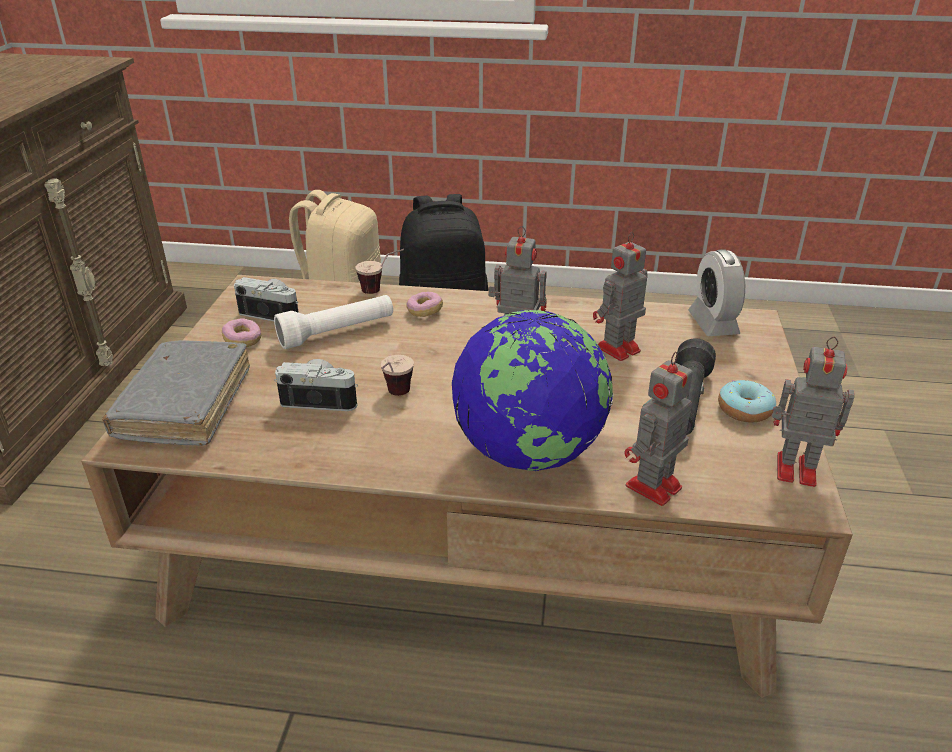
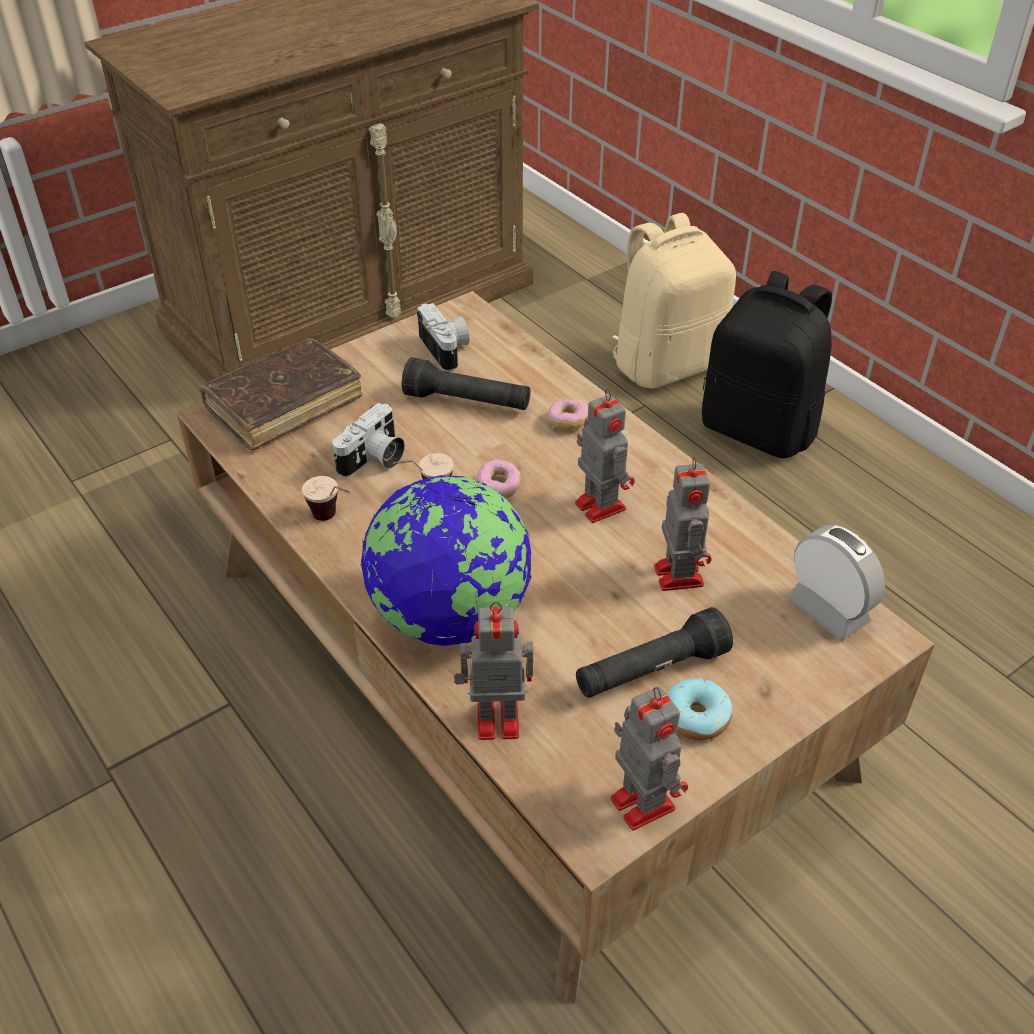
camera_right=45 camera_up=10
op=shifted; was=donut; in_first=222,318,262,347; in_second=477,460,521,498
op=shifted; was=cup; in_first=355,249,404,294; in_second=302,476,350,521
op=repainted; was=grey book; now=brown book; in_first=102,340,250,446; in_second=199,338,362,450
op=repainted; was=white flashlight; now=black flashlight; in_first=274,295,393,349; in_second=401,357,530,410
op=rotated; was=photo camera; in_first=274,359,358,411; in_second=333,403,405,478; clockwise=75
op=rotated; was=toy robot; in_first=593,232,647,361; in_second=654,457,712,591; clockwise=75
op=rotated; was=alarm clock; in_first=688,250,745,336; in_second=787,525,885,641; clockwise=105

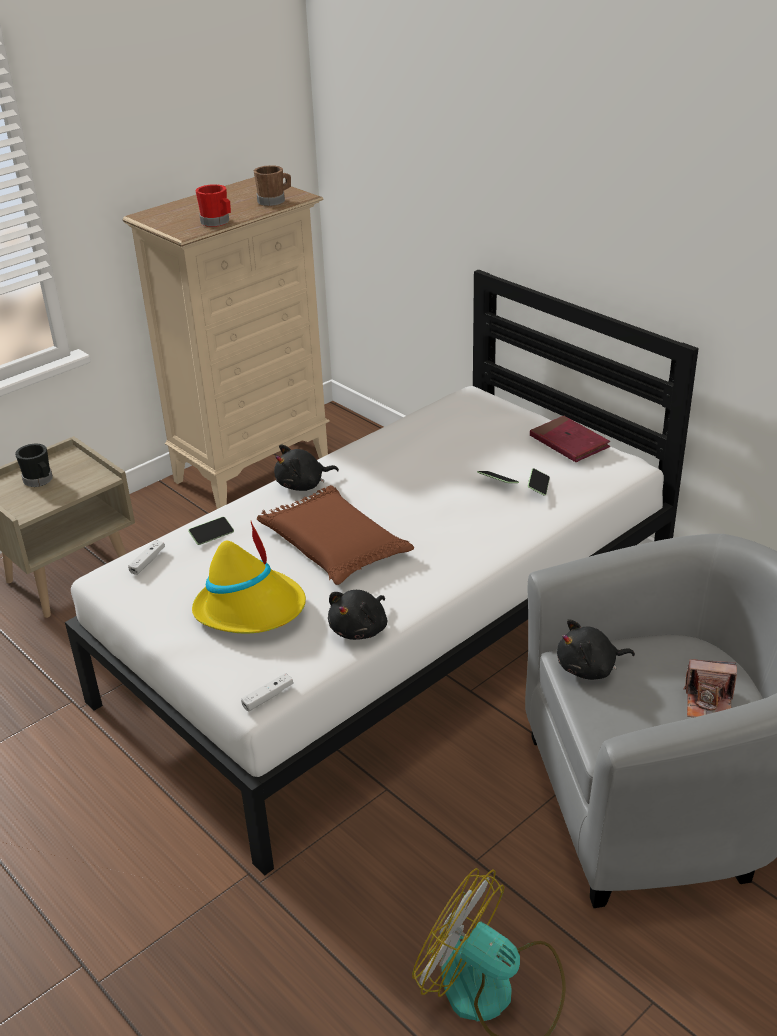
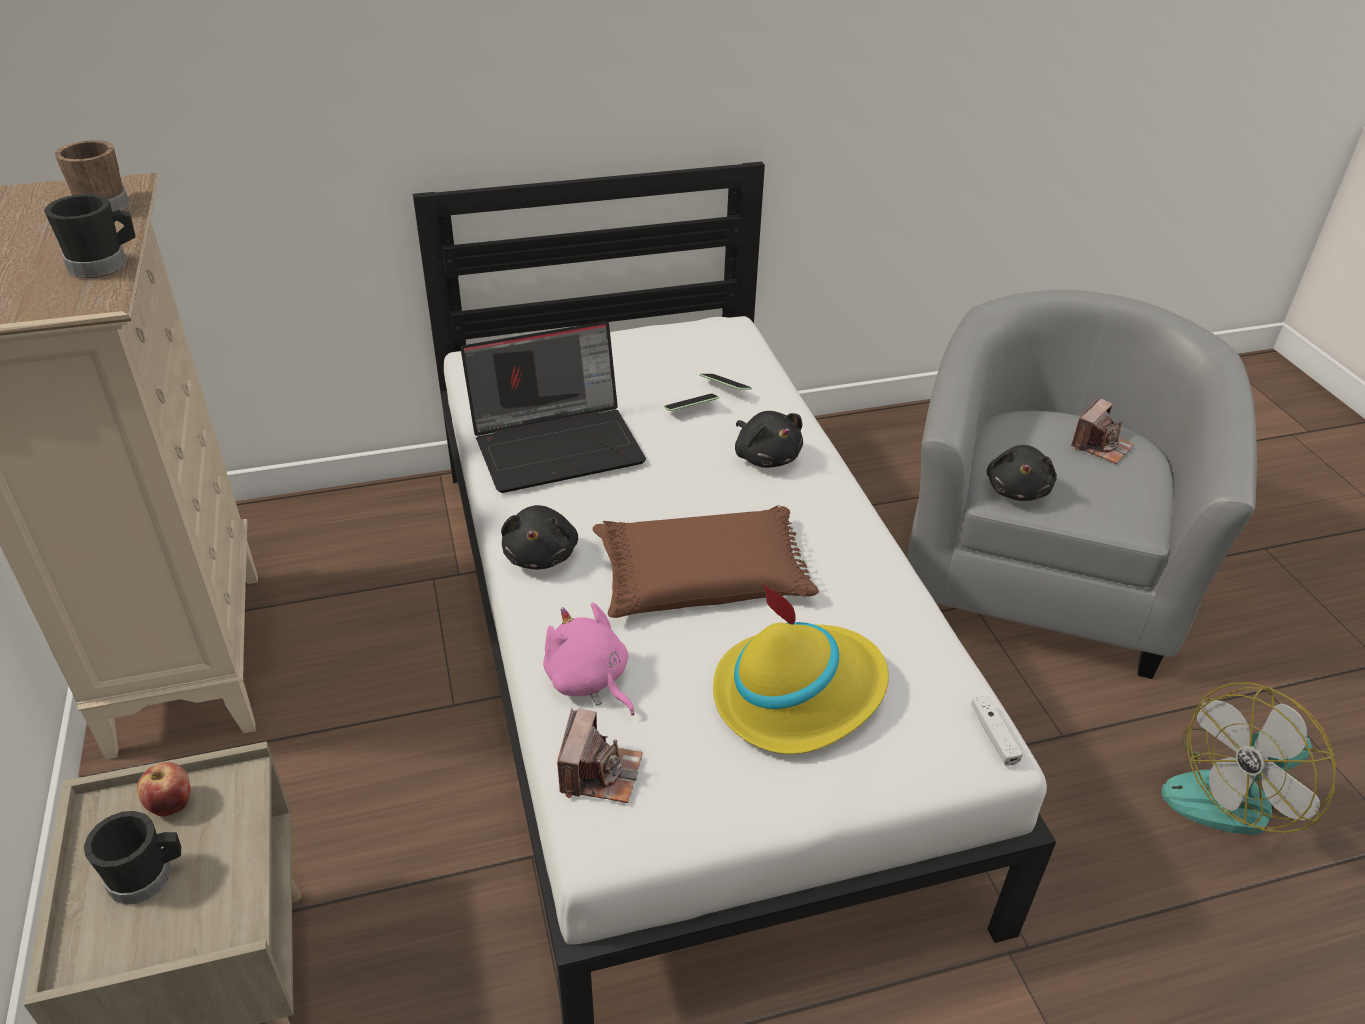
camera_right=-65 camera_up=5
op=gone; was=red book; in_first=530,416,610,462
op=new; now=apple; in_second=137,762,191,817
op=new; now=laptop; in_second=461,321,646,493
op=shifted; was=black plush toy; in_first=328,590,387,640; in_second=735,411,803,468
op=swapped; was=white game controller; now=photo camera; in_first=128,540,165,575; in_second=557,708,643,803
op=swapped; was=phone; now=pink plush toy; in_first=188,517,234,545; in_second=543,602,635,716
op=repainted; was=red mug; now=black mug; in_first=195,184,231,227; in_second=44,194,135,278

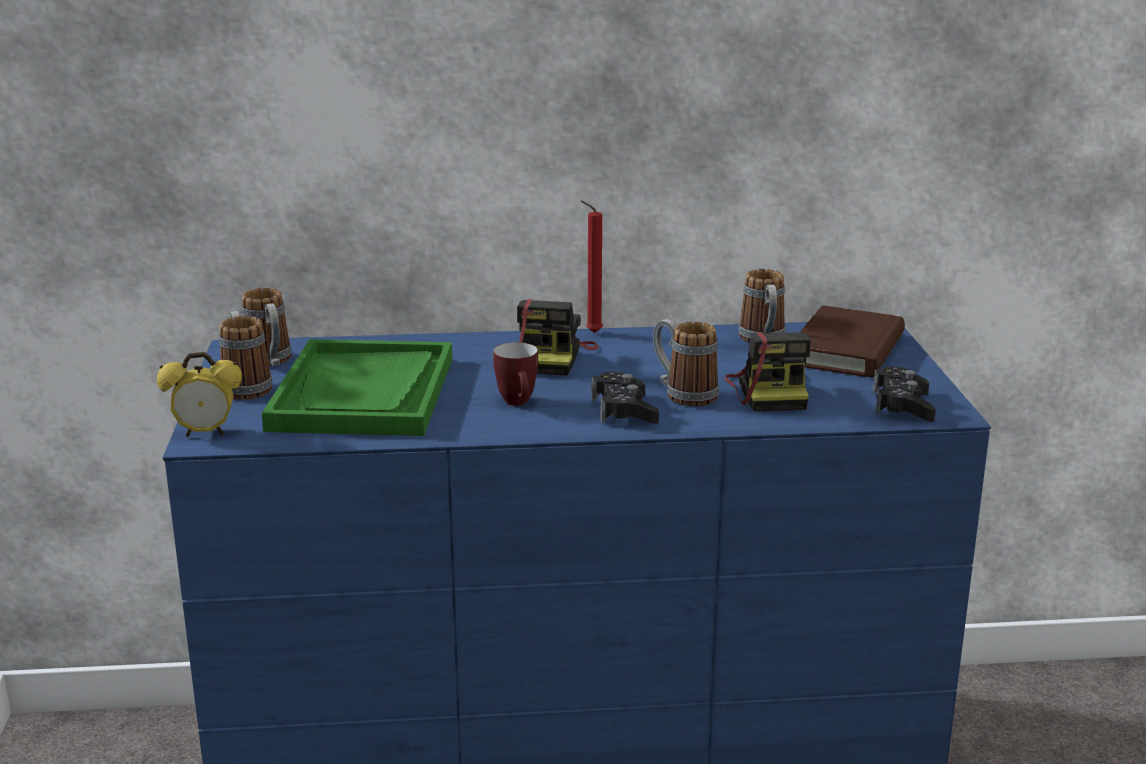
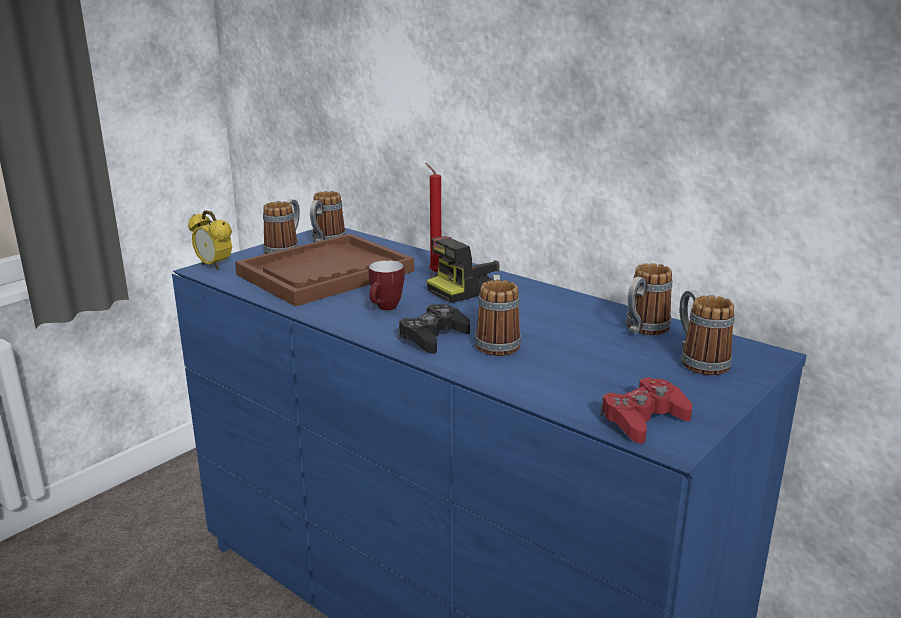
camera_right=45 camera_up=0
op=gone; was=photo camera; in_first=725,332,811,412
op=shifted; was=red candle; in_first=581,200,603,333; in_second=425,163,441,272
op=swapped; was=brown book; now=mug; in_first=800,305,905,378; in_second=680,290,735,375
op=repainted; was=green tray; now=brown tray; in_first=262,339,452,436; in_second=235,234,414,307
op=repainted; was=black game controller; now=red game controller; in_first=873,366,936,422; in_second=600,377,692,444

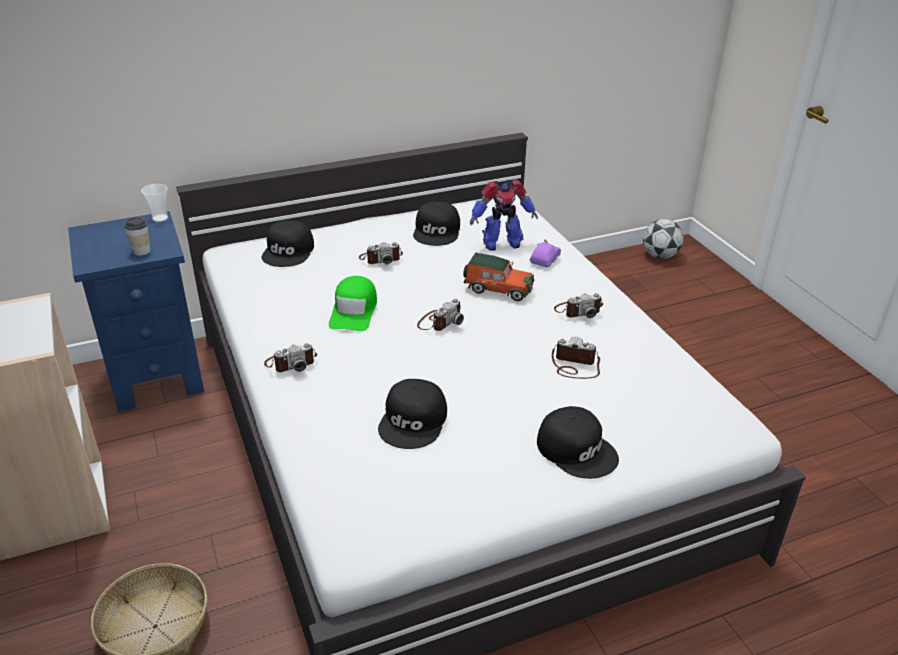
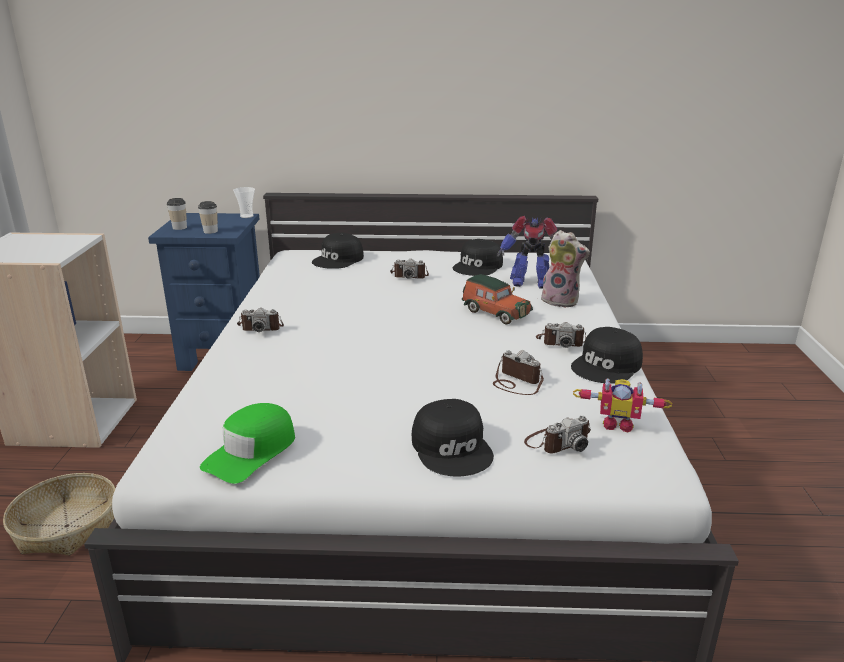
camera_right=25 camera_up=-10
op=gone; was=football; in_first=643,219,684,259
op=new; now=cup; in_second=167,198,187,230
op=new; now=toy robot; in_second=573,378,673,432
op=shifted; was=green cap; in_first=329,276,377,331; in_second=200,403,295,484
op=shifted; was=black cap; in_first=378,379,447,449; in_second=571,327,643,384
op=shifted; was=photo camera; in_first=417,299,464,331; in_second=524,416,591,454
op=swapped; was=purple toy car; now=plush toy; in_first=530,239,561,268; in_second=539,230,590,308

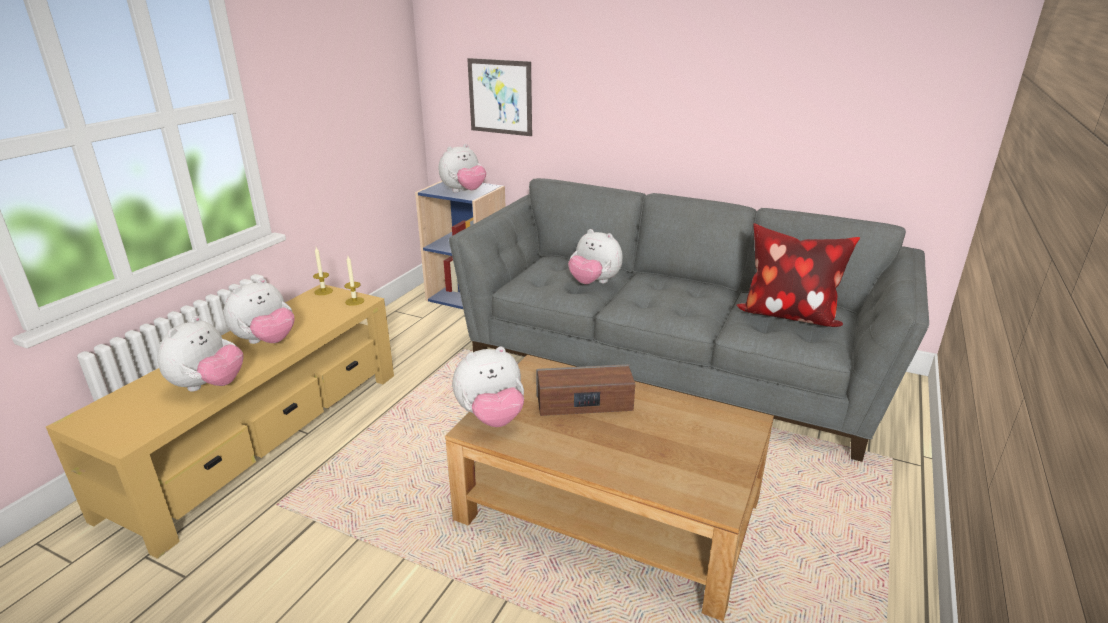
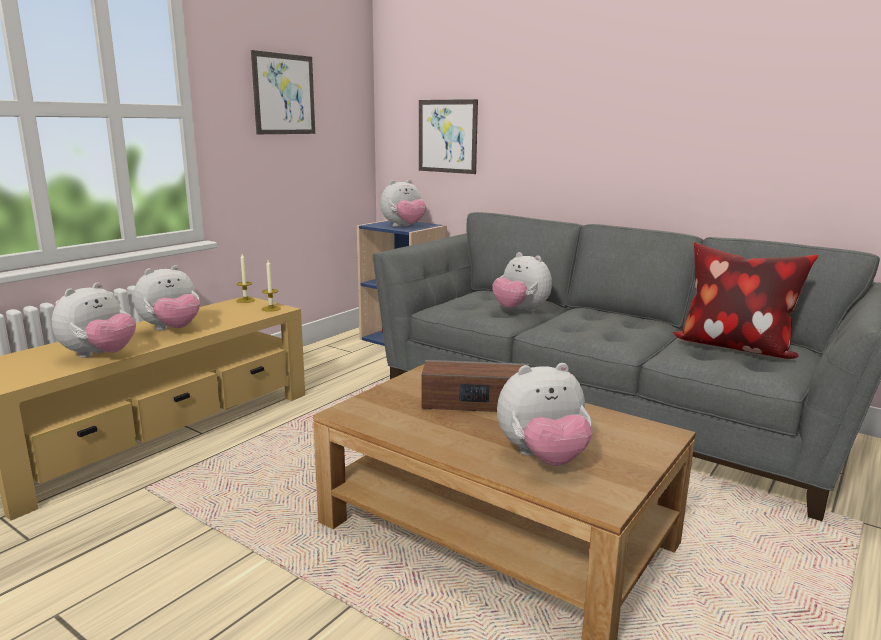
camera_right=10 camera_up=-10
op=new; now=picture; in_second=251,50,315,134
op=shifted; was=plush toy; in_first=452,347,524,427; in_second=497,363,593,466

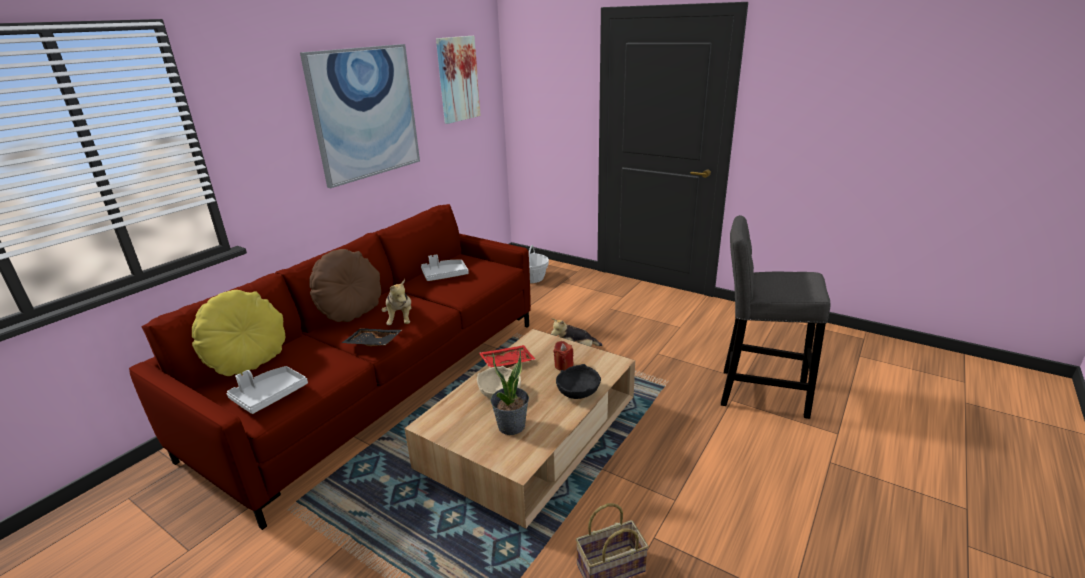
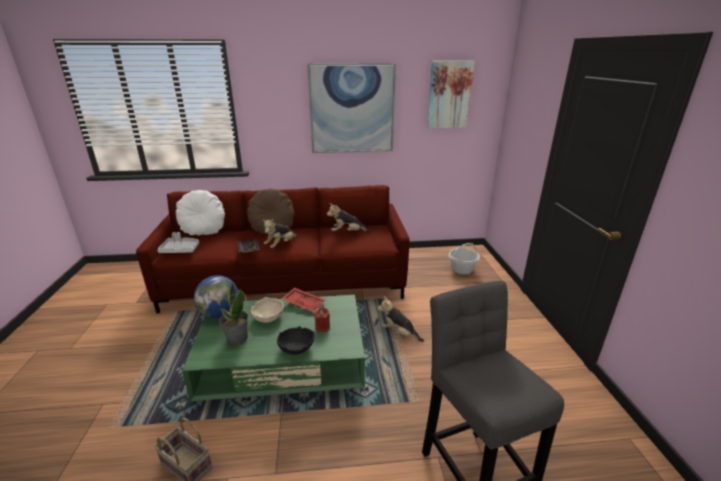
camera_right=50 camera_up=0
op=new; now=globe; in_second=194,275,238,318
op=swapped; was=grey tray; now=plush toy; in_first=421,254,469,281; in_second=327,203,370,232
op=repainted; was=yellow pillow; now=white pillow; in_first=192,290,285,376; in_second=176,190,225,236
op=repainted; was=brown coffee table; now=green coffee table; in_first=404,329,635,528; in_second=182,295,365,401

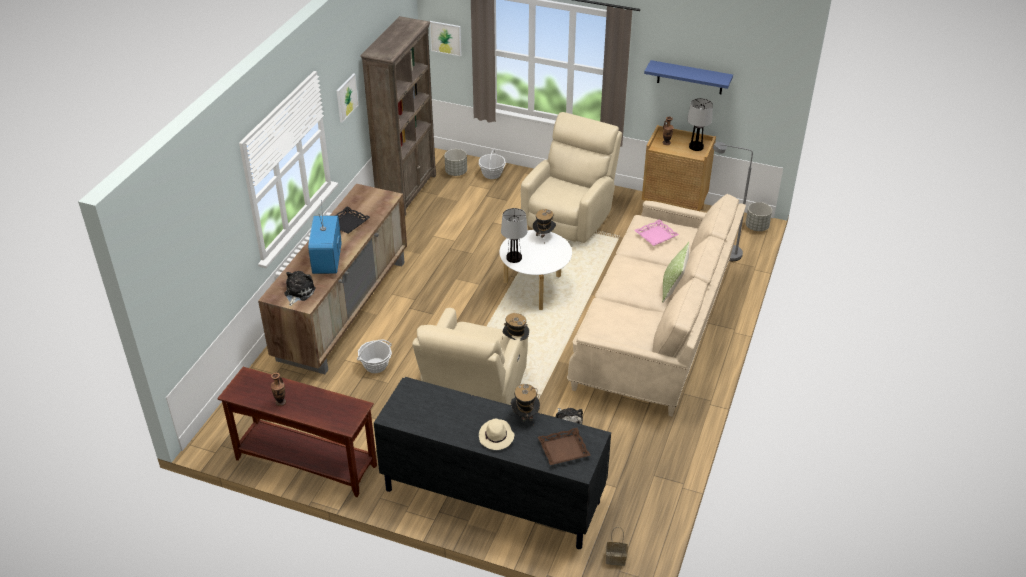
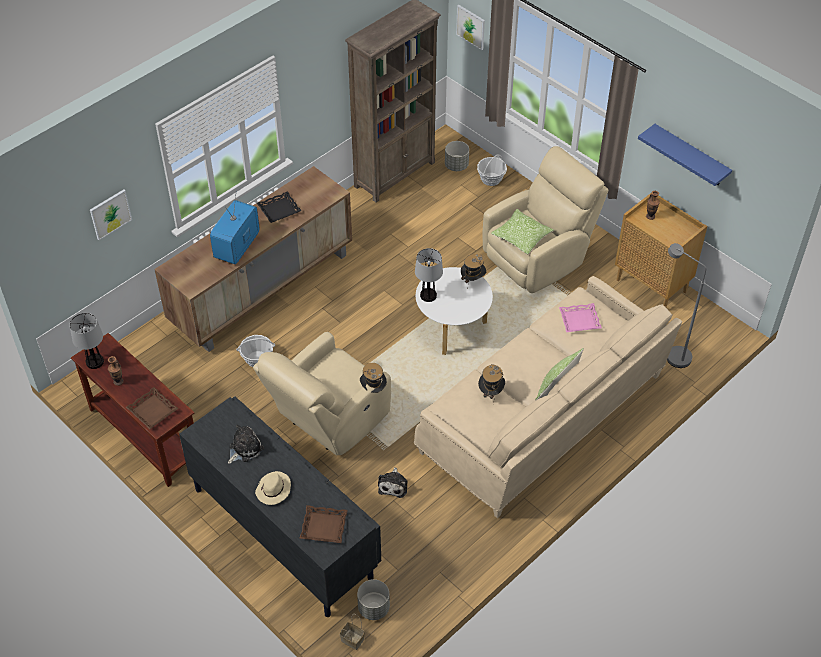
camera_right=25 camera_up=10
op=new; now=brown tray; in_second=126,387,178,429
op=new; now=pillow; in_second=491,209,554,254
op=shifted; was=plush toy; in_first=284,271,316,306; in_second=228,425,264,464
op=shifted; was=picture; in_first=337,74,359,123; in_second=90,190,132,240
op=shifted; was=hat; in_first=511,384,540,421; in_second=478,364,505,404
op=shifted; was=table lamp; in_first=687,98,713,151; in_second=70,313,104,369
op=shifted; was=grey planter; in_first=746,202,772,231; in_second=357,579,390,620

